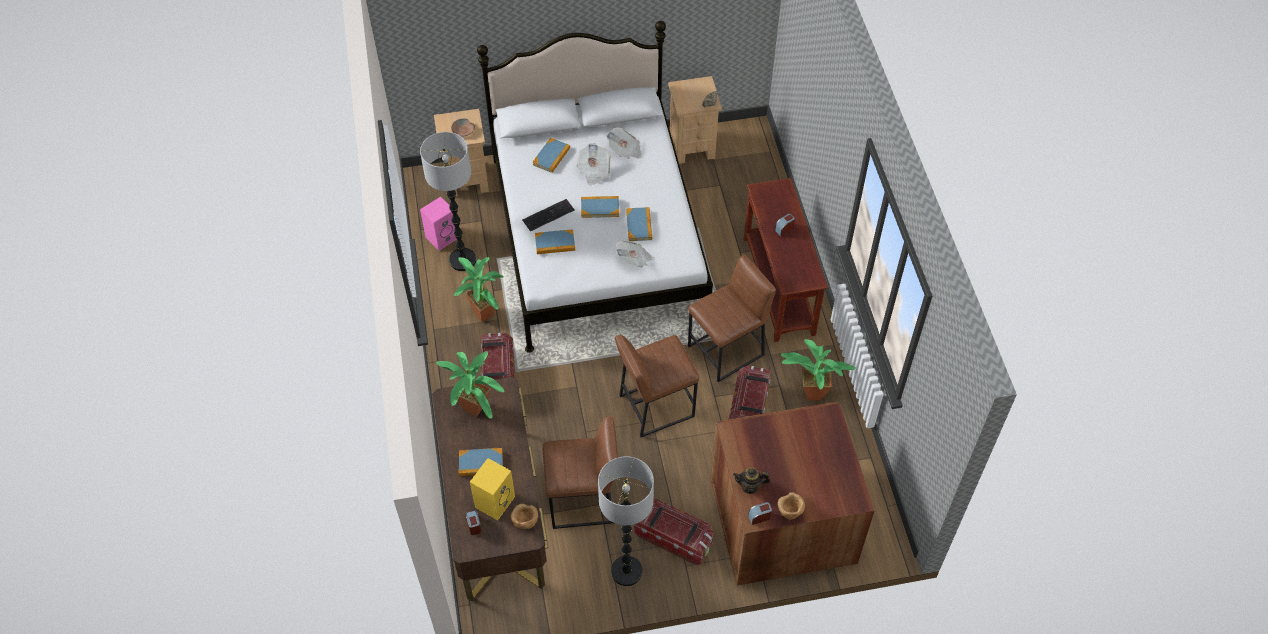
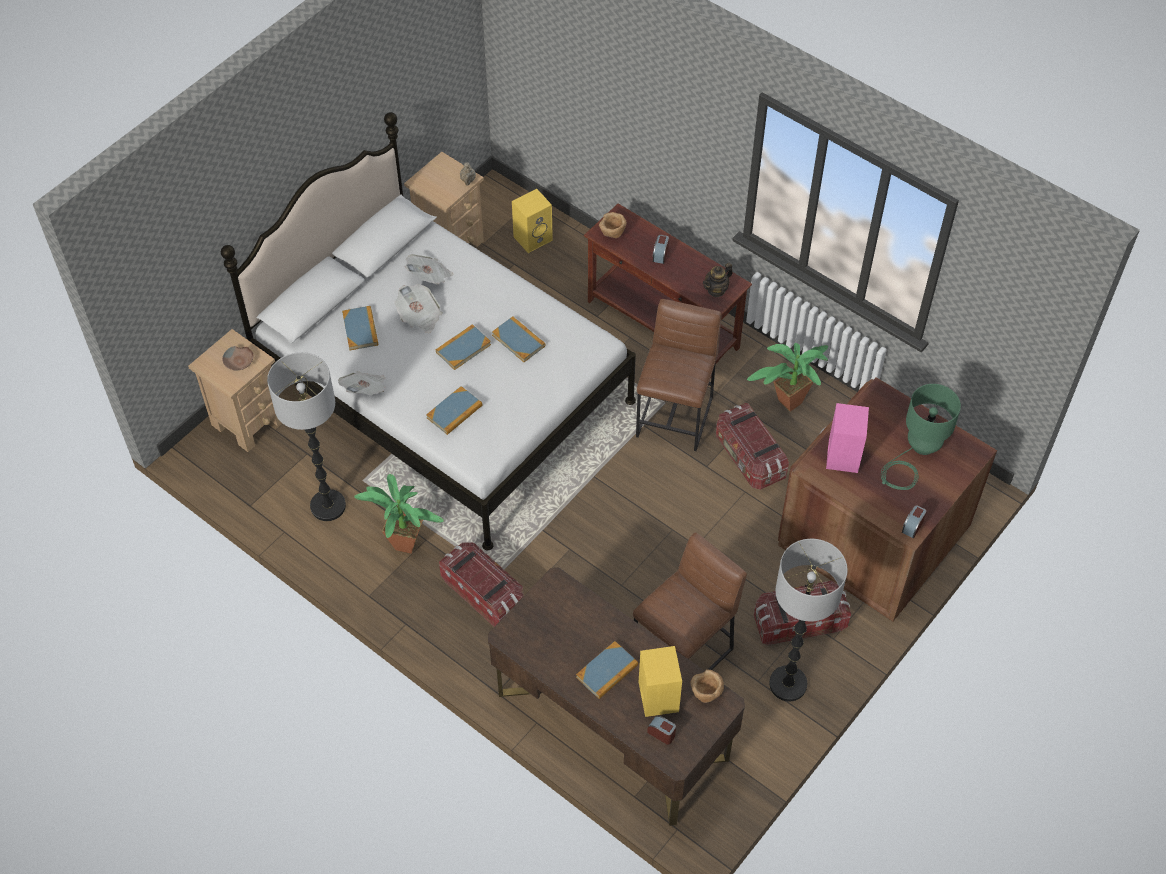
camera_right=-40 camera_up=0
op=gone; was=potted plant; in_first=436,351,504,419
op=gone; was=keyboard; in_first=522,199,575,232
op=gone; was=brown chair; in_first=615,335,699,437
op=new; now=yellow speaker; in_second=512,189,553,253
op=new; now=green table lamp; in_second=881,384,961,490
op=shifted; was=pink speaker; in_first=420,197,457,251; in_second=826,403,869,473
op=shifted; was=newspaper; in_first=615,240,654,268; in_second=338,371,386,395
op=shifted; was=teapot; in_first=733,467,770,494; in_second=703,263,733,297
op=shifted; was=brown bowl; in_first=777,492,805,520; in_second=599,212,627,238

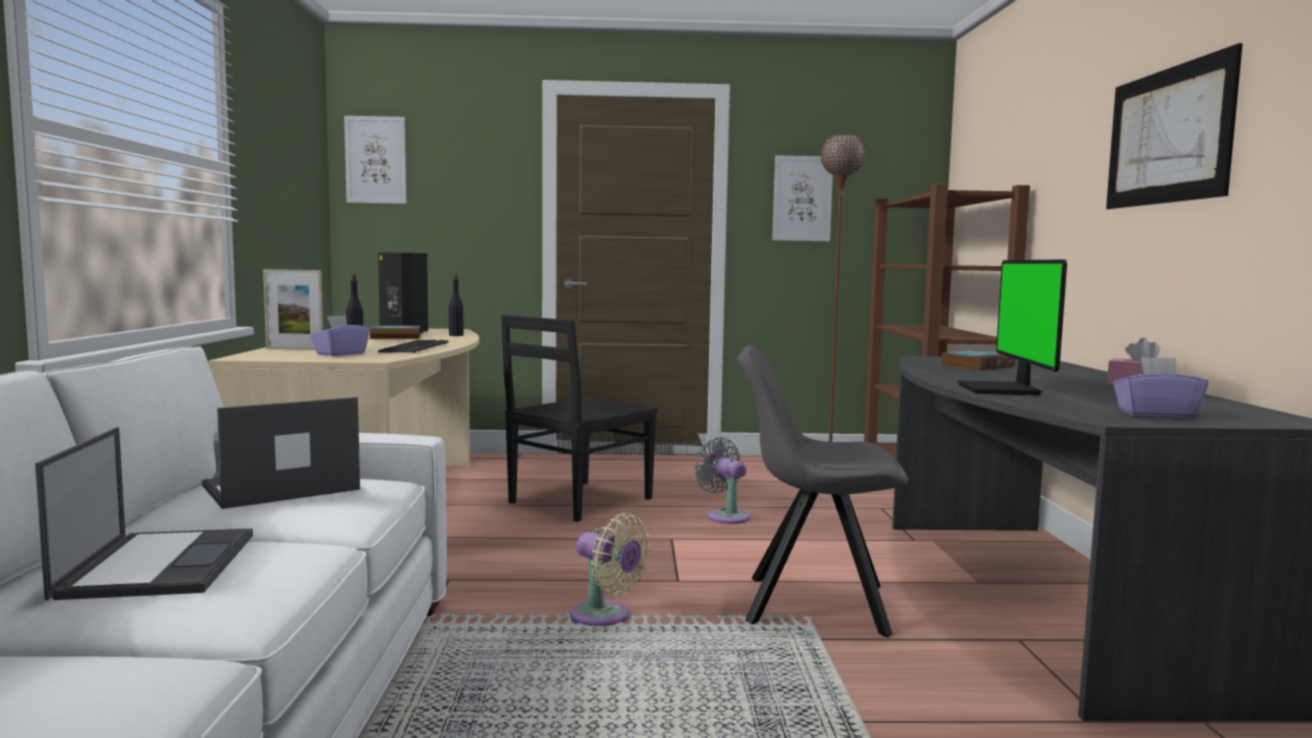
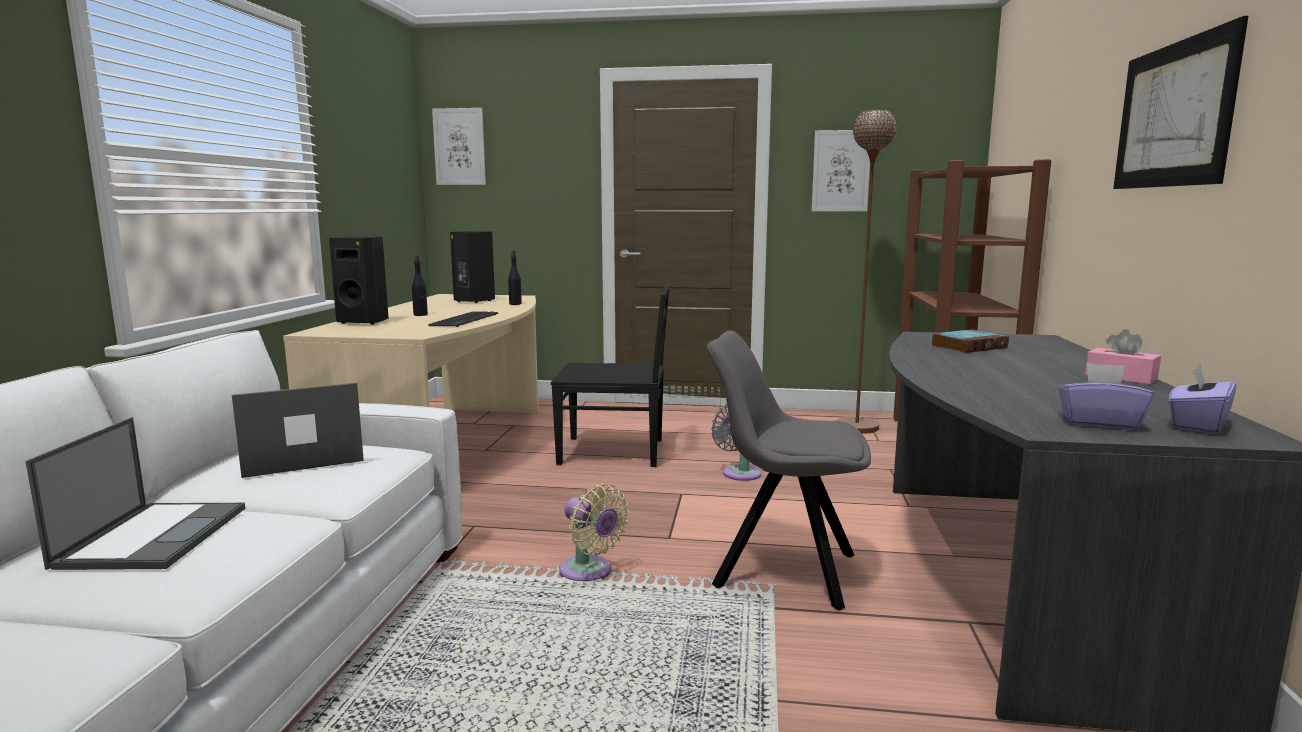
camera_right=10 camera_up=5
op=gone; was=book; in_first=369,325,421,339
op=gone; was=monitor; in_first=958,259,1067,395
op=shifted; was=purple tissue box; in_first=310,315,370,356; in_second=1169,364,1237,434
op=swapped; was=picture frame; now=black speaker; in_first=263,269,323,350; in_second=329,236,389,325
op=rotated; was=black chair; in_first=501,315,658,522; in_second=551,285,670,467; clockwise=-135

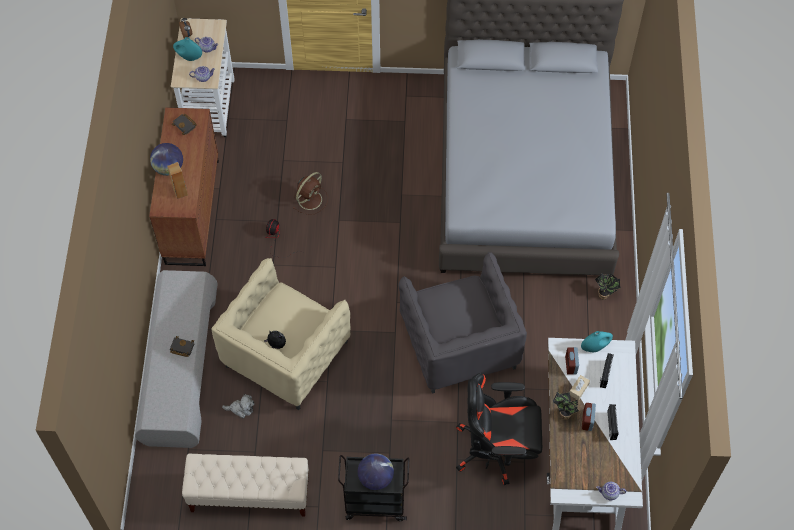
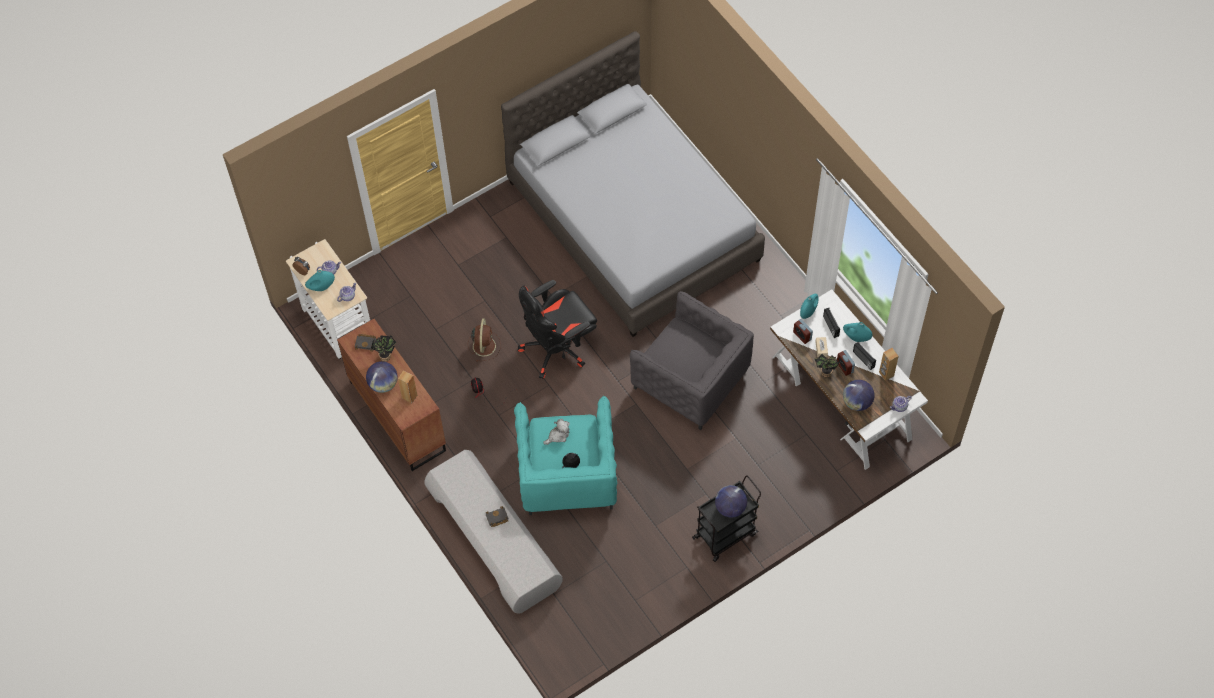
camera_right=-35 camera_up=0
op=gone; was=beige bench; in_first=182,454,309,517
op=new; now=turquoise vase; in_second=843,322,872,342
op=new; now=globe; in_second=843,380,875,411
op=new; now=brown speaker; in_second=879,348,899,381
op=shifted; was=plush toy; in_first=222,394,254,418; in_second=543,419,570,445
op=shifted; was=black office chair; in_first=456,373,542,485; in_second=518,280,597,379
op=shifted; was=potted plant; in_first=595,273,620,299; in_second=371,335,396,362
op=repainted; was=beige armchair; now=turquoise armchair; in_first=212,258,351,410; in_second=514,396,617,515

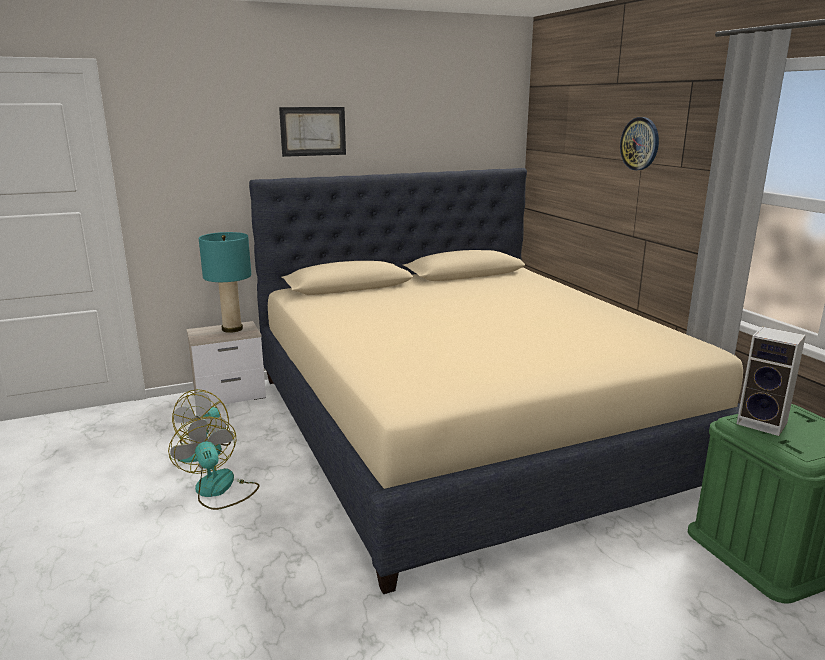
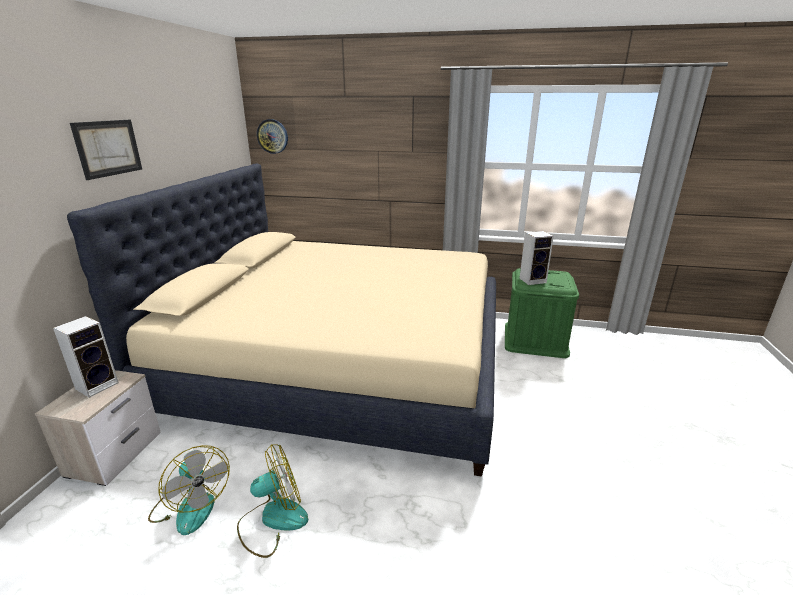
camera_right=-55 camera_up=5
op=shifted; was=wall clock; in_first=620,117,659,170; in_second=257,119,288,154
op=swapped; was=turquoise table lamp; now=speaker; in_first=199,232,251,333; in_second=53,316,119,398
op=rotated; was=fan; in_first=168,417,260,510; in_second=237,444,308,558; clockwise=150

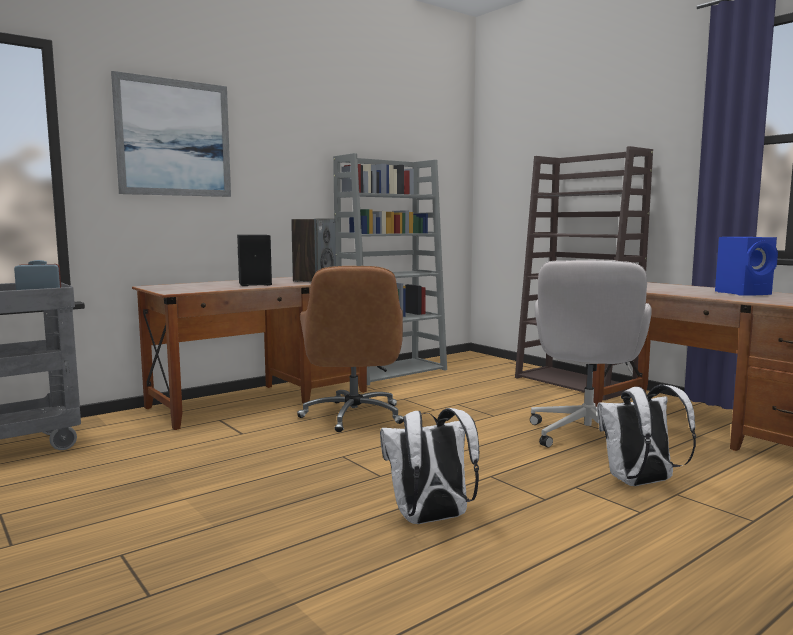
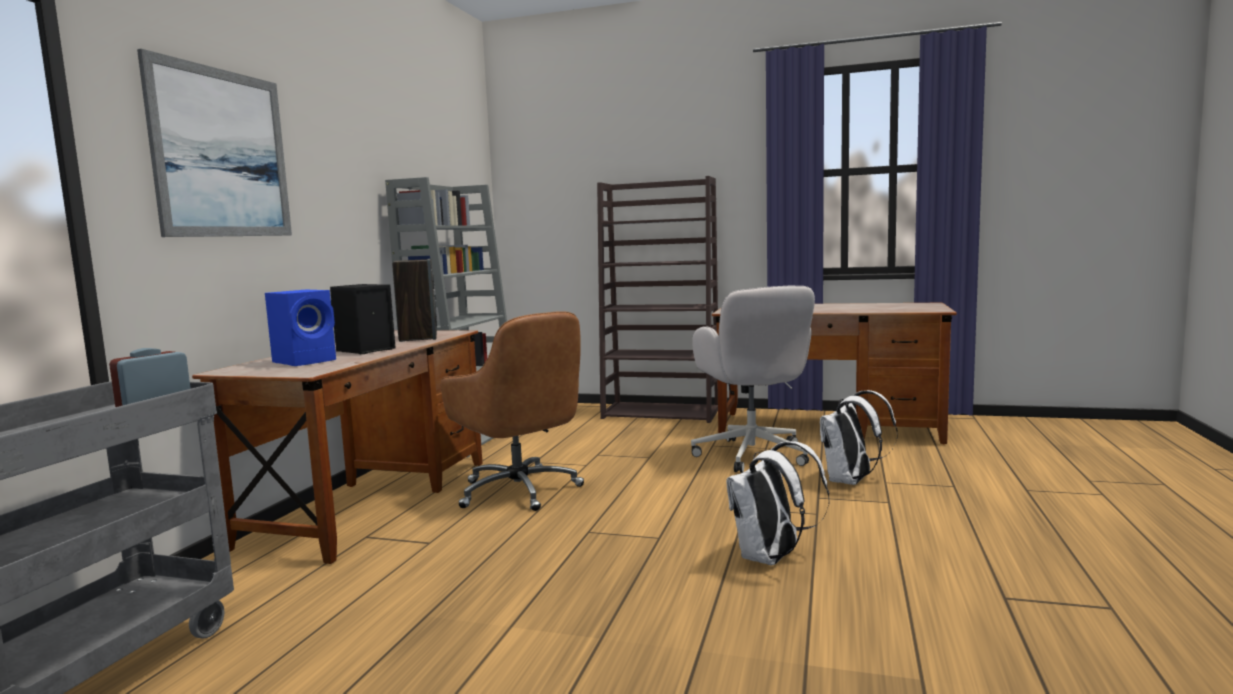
camera_right=-35 camera_up=0
op=shifted; was=blue speaker; in_first=715,237,778,296; in_second=265,290,336,366

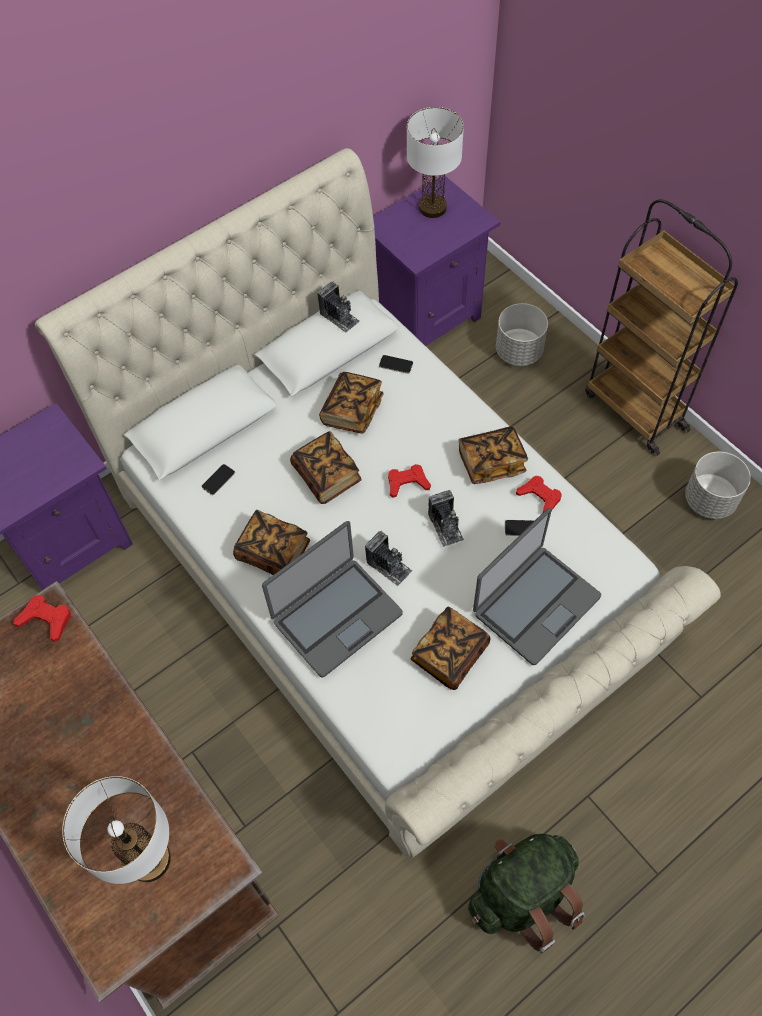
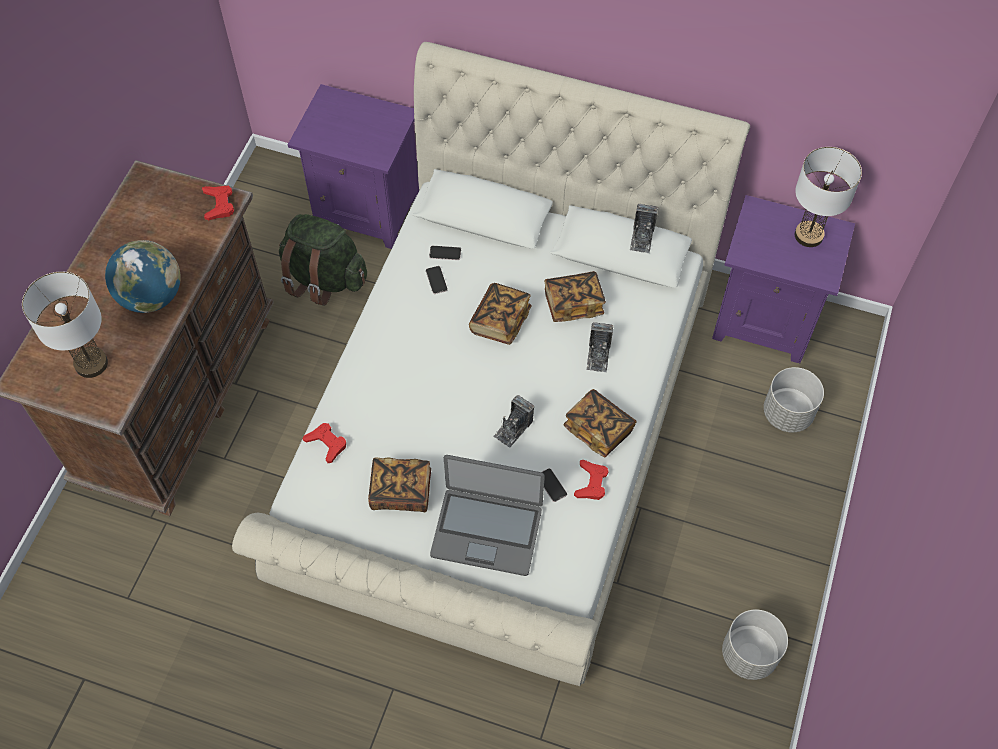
camera_right=55 camera_up=0
op=gone; was=book; in_first=233,510,310,575
op=gone; was=laptop; in_first=262,521,403,677
op=gone; was=brown cart; in_first=585,199,738,456
op=new; now=globe; in_second=105,240,181,313
op=shifted; was=photo camera; in_first=365,531,412,586; in_second=586,322,614,372
op=shifted; was=phone; in_first=379,355,413,374; in_second=426,266,448,294
op=shifted; was=red game controller; in_first=388,464,431,498; in_second=303,423,346,463
op=shifted; was=green backpack; in_first=468,834,585,953; in_second=279,214,367,306

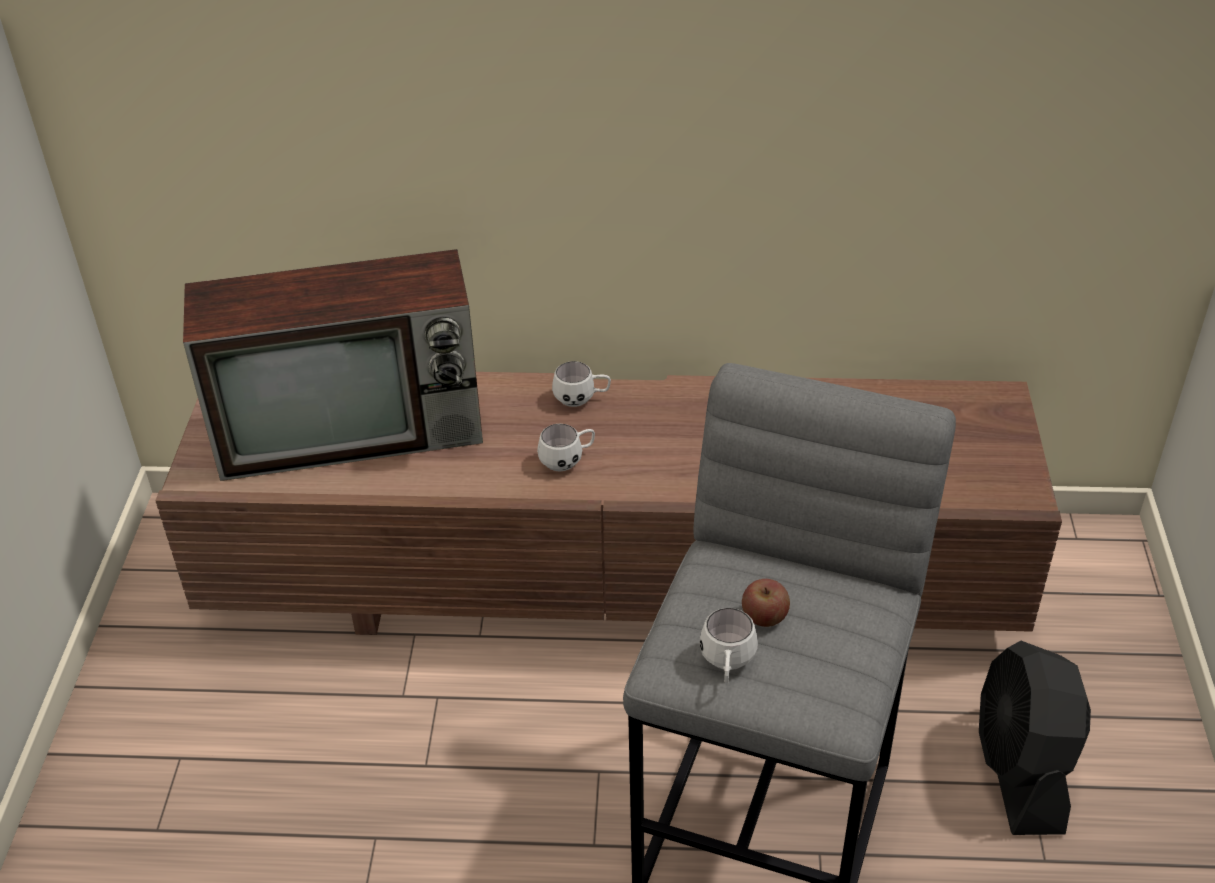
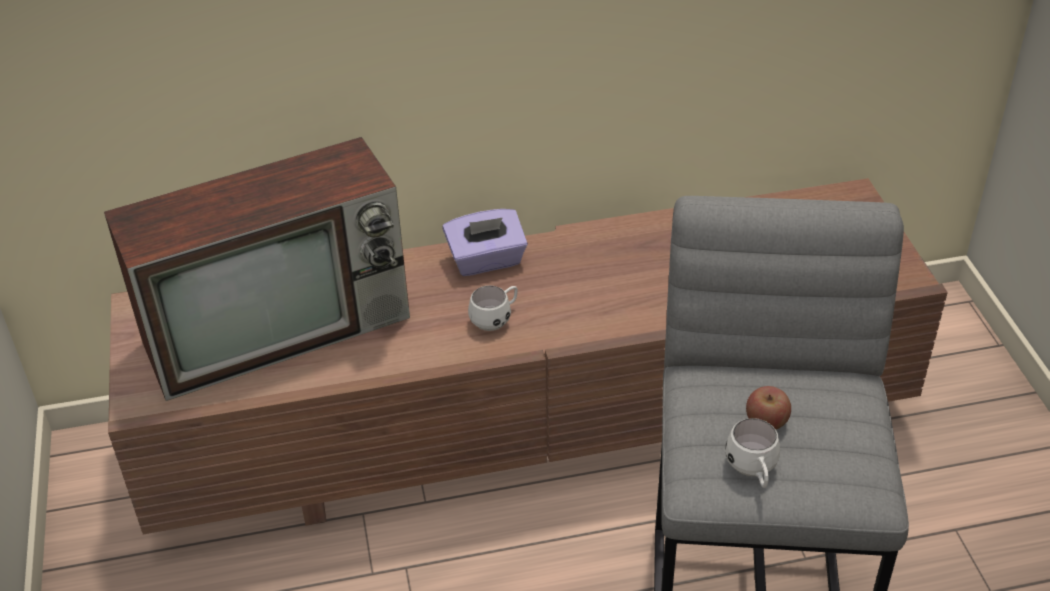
camera_right=-15 camera_up=0
op=gone; was=black fan; in_first=979,641,1091,835
op=swapped; was=white mug; now=purple tissue box; in_first=552,361,611,407; in_second=442,209,528,276

